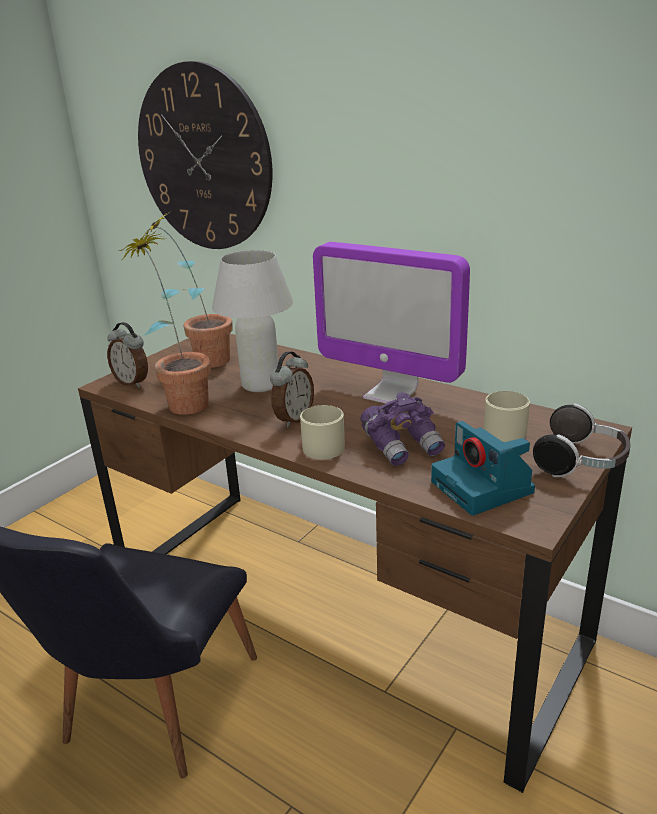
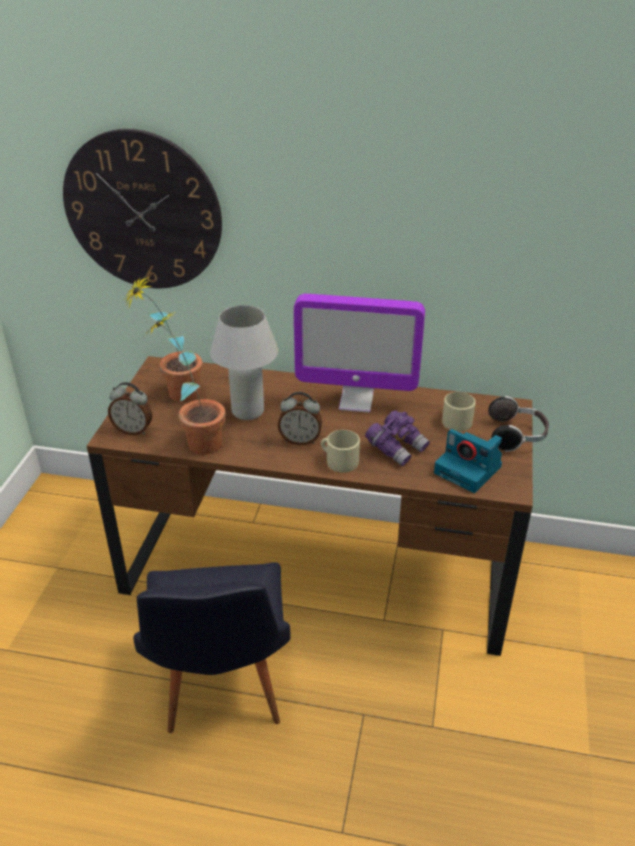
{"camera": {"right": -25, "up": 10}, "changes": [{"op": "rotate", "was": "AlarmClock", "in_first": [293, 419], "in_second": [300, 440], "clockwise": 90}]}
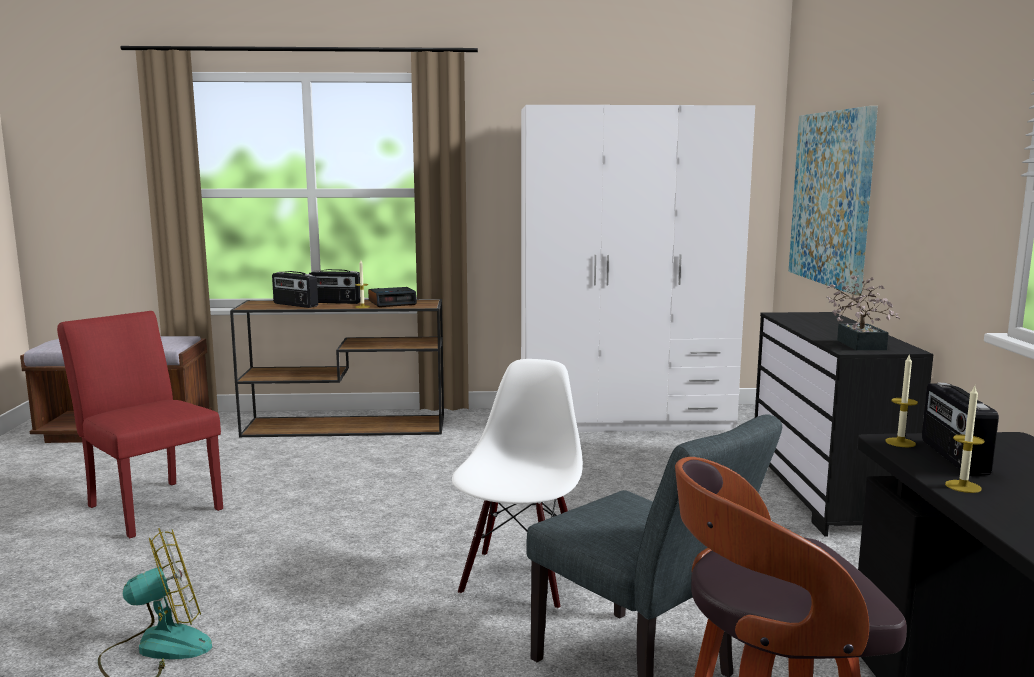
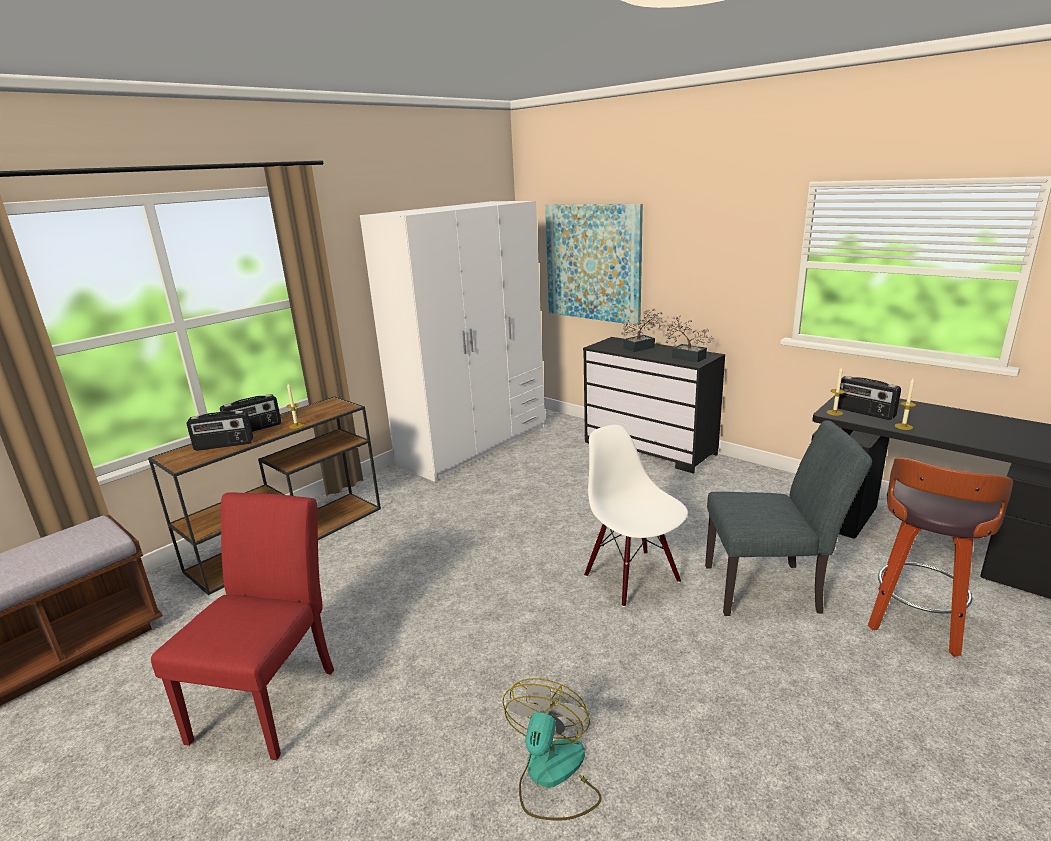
{"camera": {"right": -45, "up": 10}, "changes": [{"op": "delete", "was": "AlarmClock", "in_first": [392, 303]}, {"op": "insert", "now": "PottedPlant", "in_second": [642, 347]}, {"op": "rotate", "was": "RedChair", "in_first": [150, 505], "in_second": [272, 696], "clockwise": 105}]}
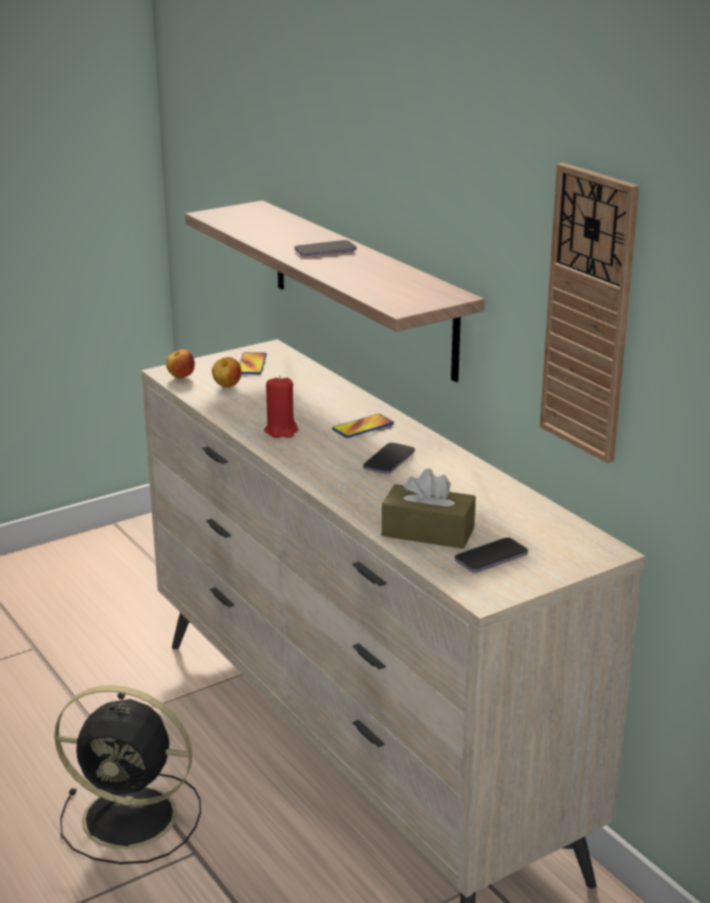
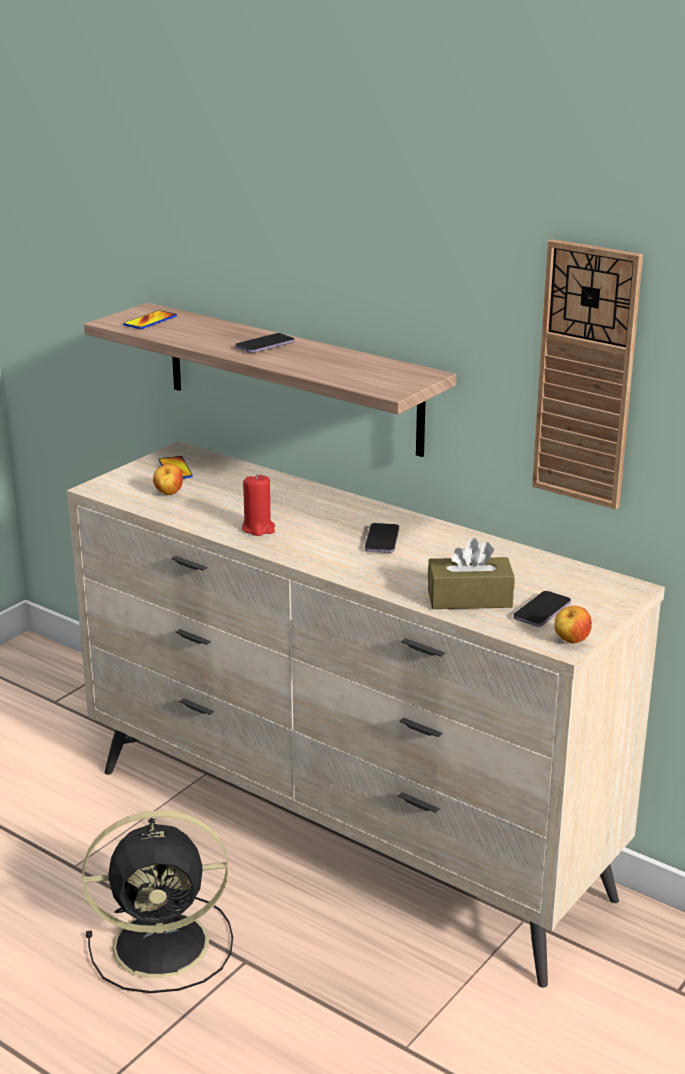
{"camera": {"right": -20, "up": 0}, "changes": [{"op": "move", "was": "Apple", "in_first": [181, 377], "in_second": [571, 641]}, {"op": "move", "was": "Phone", "in_first": [363, 427], "in_second": [150, 321]}]}
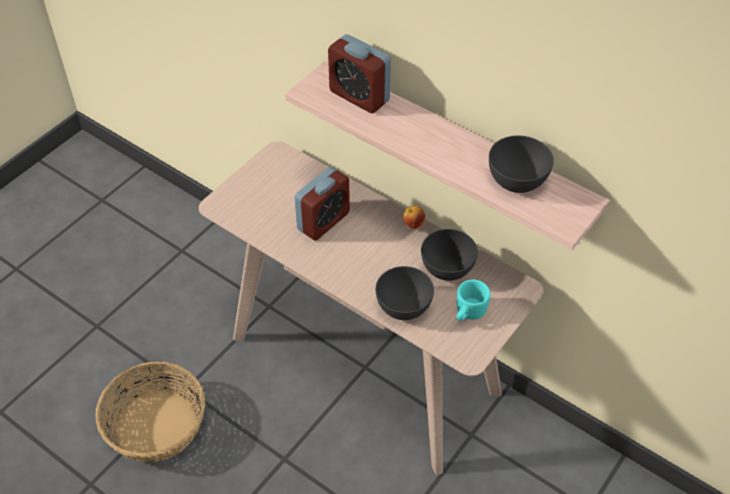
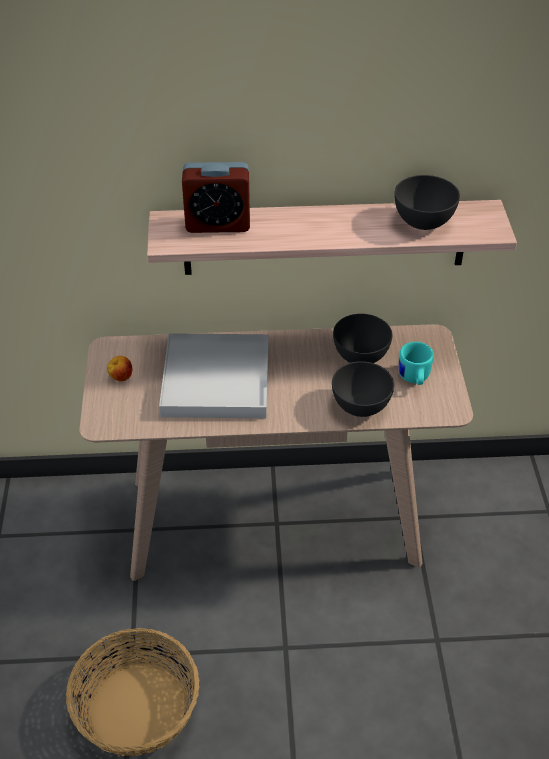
{"camera": {"right": -40, "up": -5}, "changes": [{"op": "move", "was": "Apple", "in_first": [413, 224], "in_second": [121, 377]}, {"op": "replace", "was": "AlarmClock", "now": "WhiteTray", "in_first": [323, 221], "in_second": [216, 380]}]}
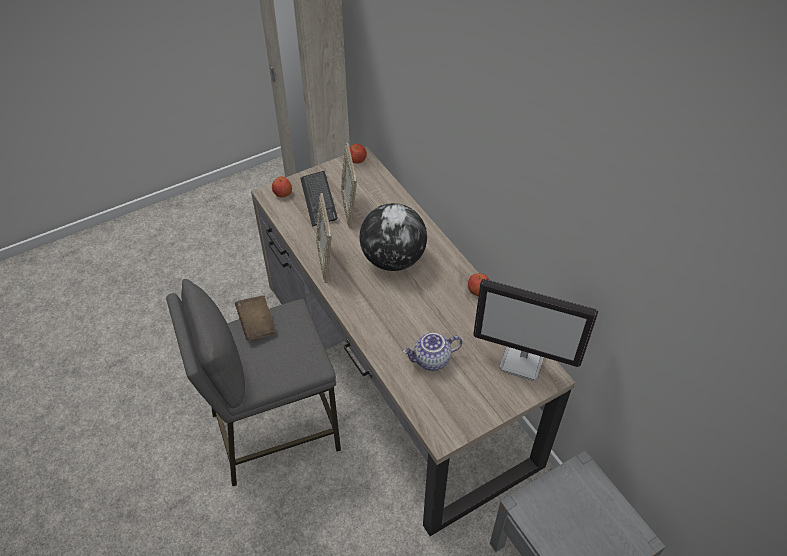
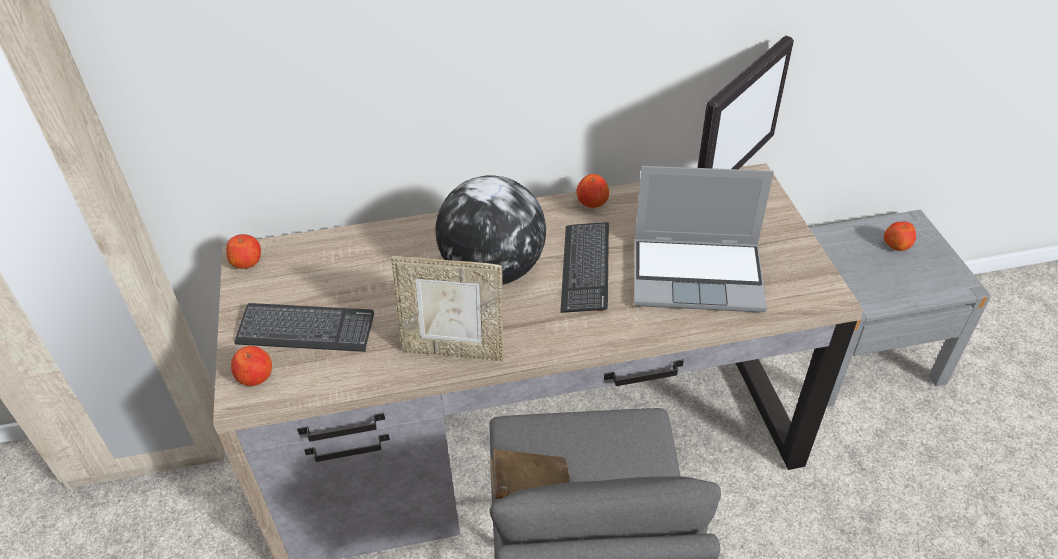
{"camera": {"right": -70, "up": -5}, "changes": [{"op": "delete", "was": "PictureFrame", "in_first": [349, 208]}, {"op": "insert", "now": "Keyboard", "in_second": [585, 268]}, {"op": "insert", "now": "Apple", "in_second": [897, 245]}, {"op": "replace", "was": "Teapot", "now": "Laptop", "in_first": [431, 360], "in_second": [698, 275]}]}
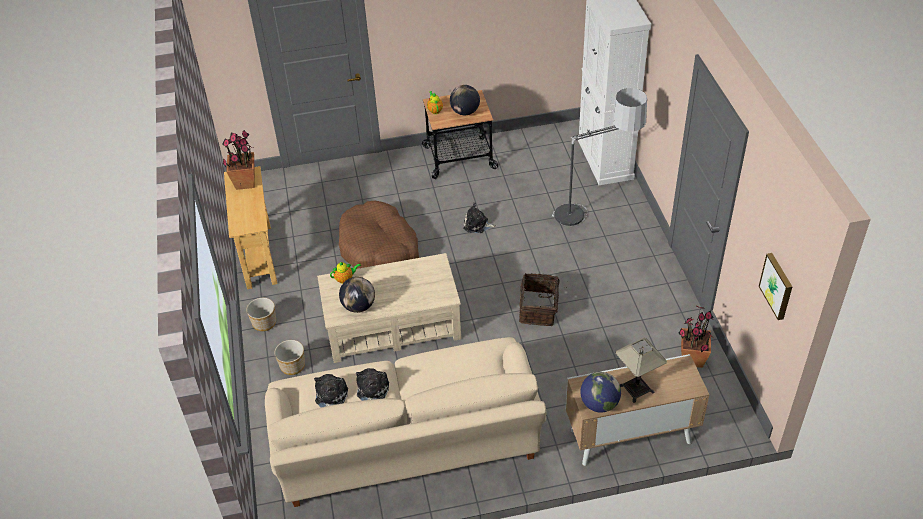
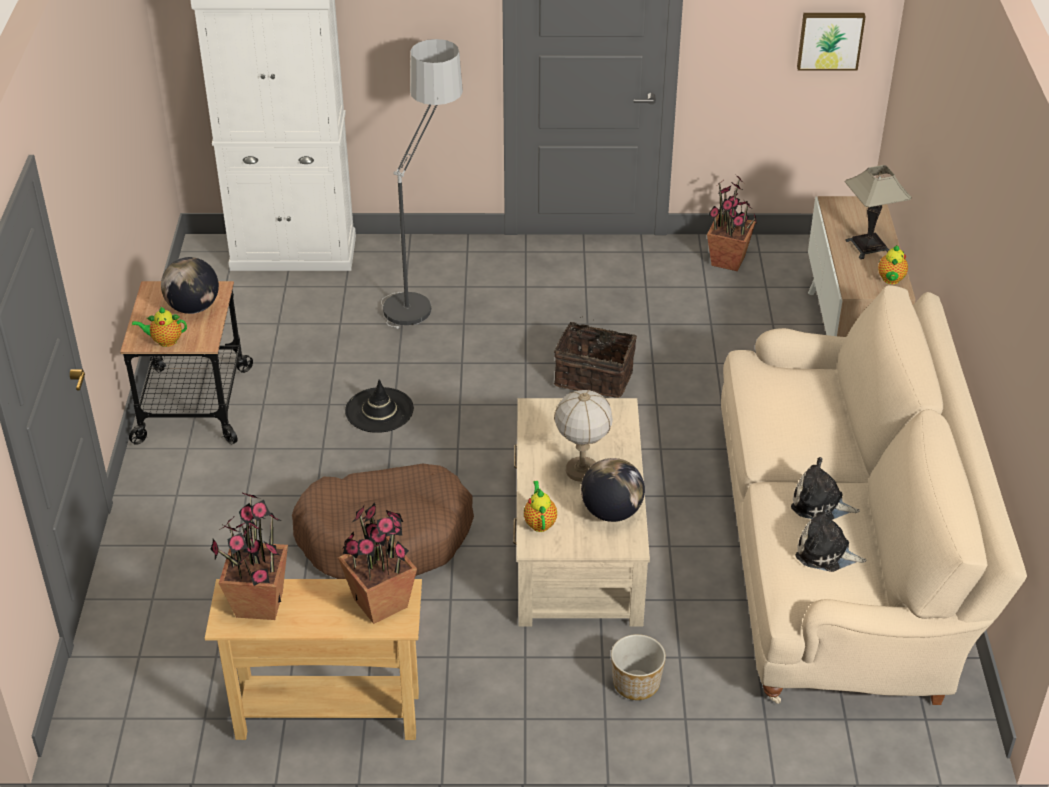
{"camera": {"right": -80, "up": -5}, "changes": [{"op": "delete", "was": "Planter", "in_first": [264, 323]}, {"op": "insert", "now": "PottedPlant", "in_second": [381, 603]}, {"op": "insert", "now": "TableLamp", "in_second": [582, 470]}, {"op": "replace", "was": "PlushToy", "now": "BlackHat", "in_first": [477, 225], "in_second": [379, 410]}, {"op": "replace", "was": "Globe", "now": "Teapot", "in_first": [599, 404], "in_second": [890, 280]}]}
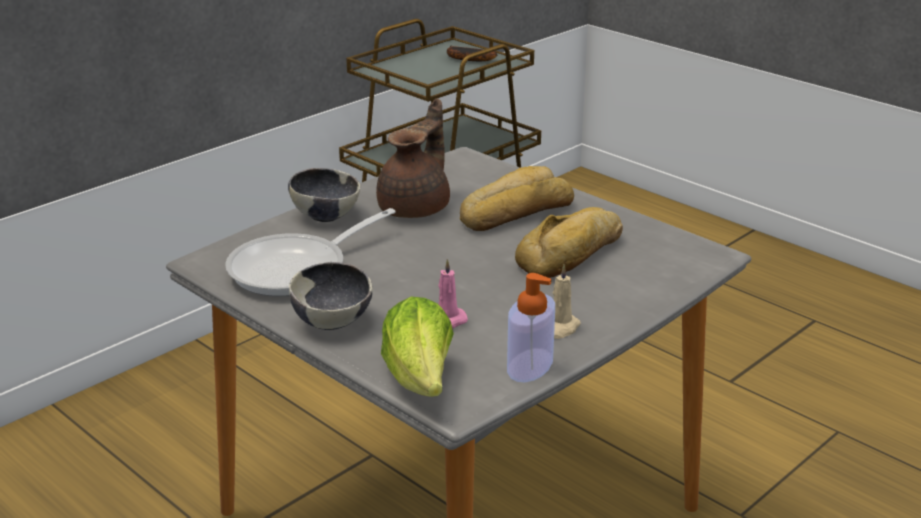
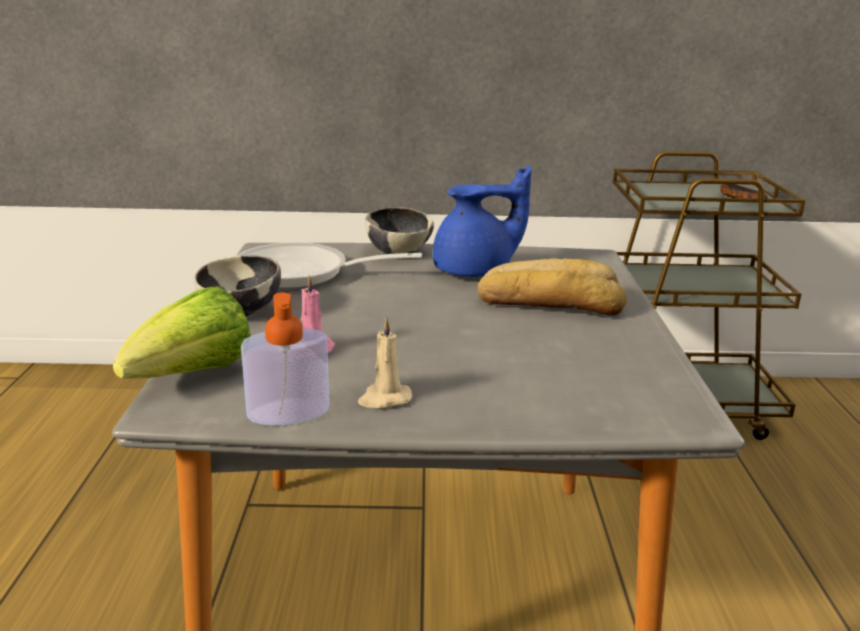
{"camera": {"right": 45, "up": -5}, "changes": [{"op": "delete", "was": "Bread", "in_first": [573, 254]}, {"op": "recolor", "was": "BrownTeapot", "now": "BlueTeapot", "in_first": [416, 208], "in_second": [475, 271]}]}
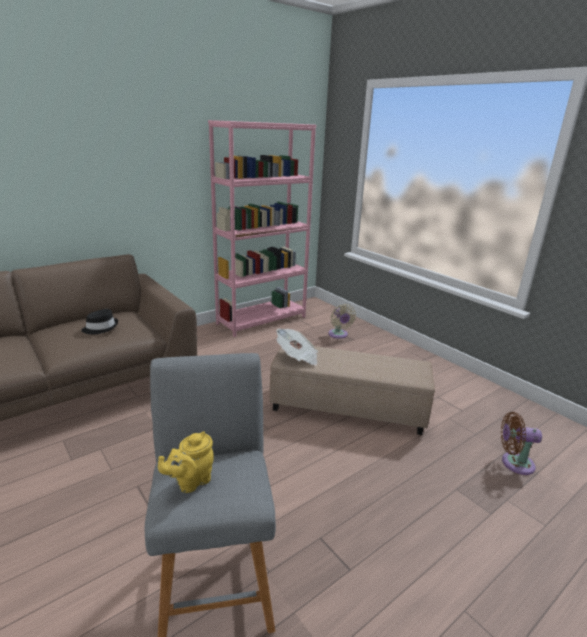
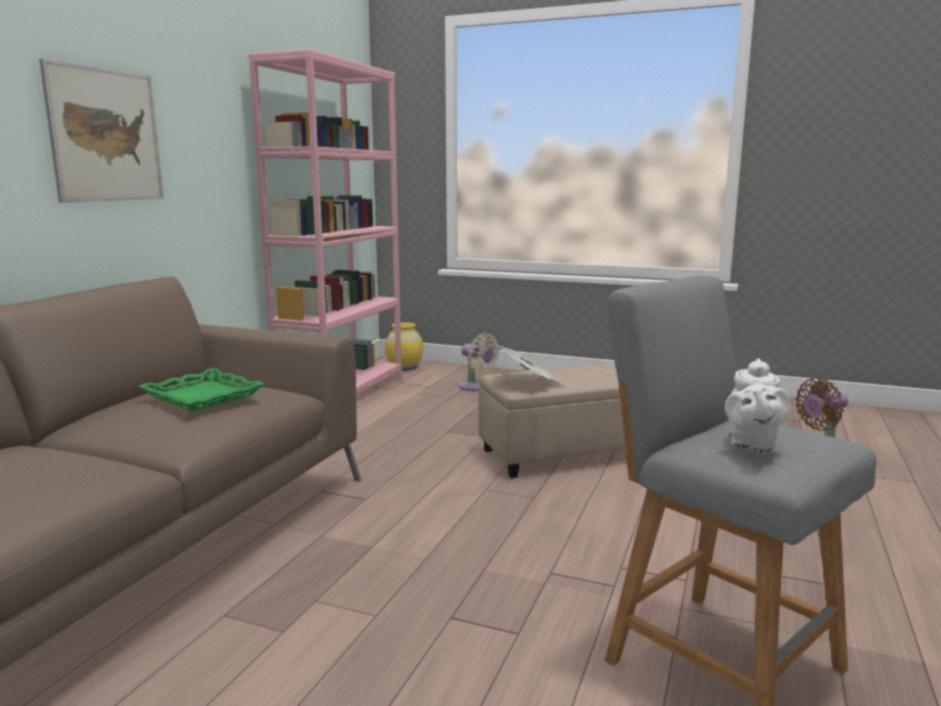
{"camera": {"right": -30, "up": -10}, "changes": [{"op": "insert", "now": "Picture", "in_second": [106, 135]}, {"op": "insert", "now": "YellowVase", "in_second": [404, 367]}, {"op": "replace", "was": "BlackHat", "now": "GreenTray", "in_first": [101, 328], "in_second": [202, 396]}, {"op": "recolor", "was": "YellowTeapot", "now": "WhiteTeapot", "in_first": [190, 481], "in_second": [751, 445]}]}
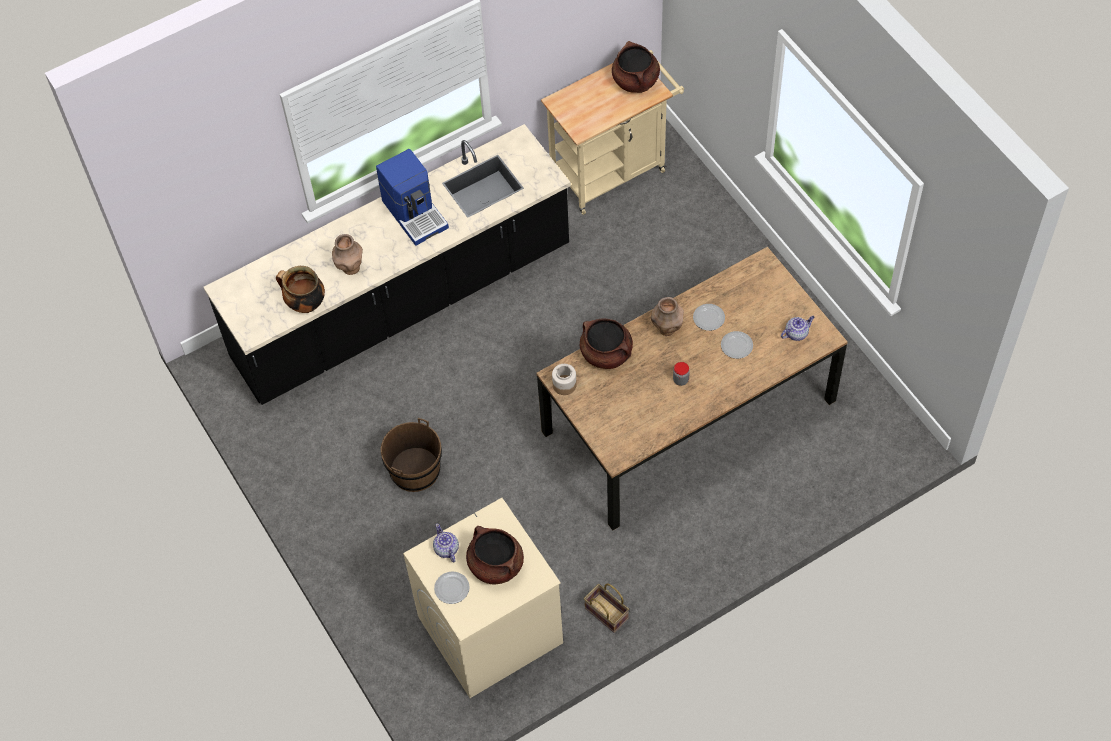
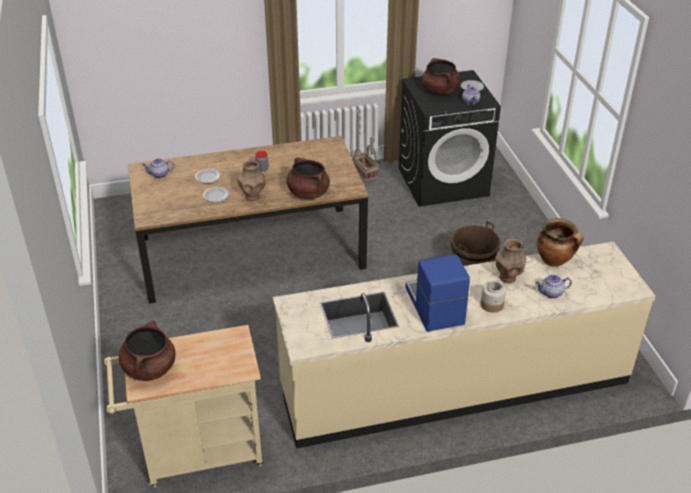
{"camera": {"right": -165, "up": -20}, "changes": [{"op": "insert", "now": "Teapot", "in_second": [551, 293]}, {"op": "move", "was": "Jar", "in_first": [564, 385], "in_second": [492, 305]}, {"op": "recolor", "was": "BlackCounter", "now": "BeigeCounter", "in_first": [402, 304], "in_second": [454, 384]}, {"op": "recolor", "was": "BeigeWashingMachine", "now": "BlackWashingMachine", "in_first": [489, 631], "in_second": [443, 181]}]}
